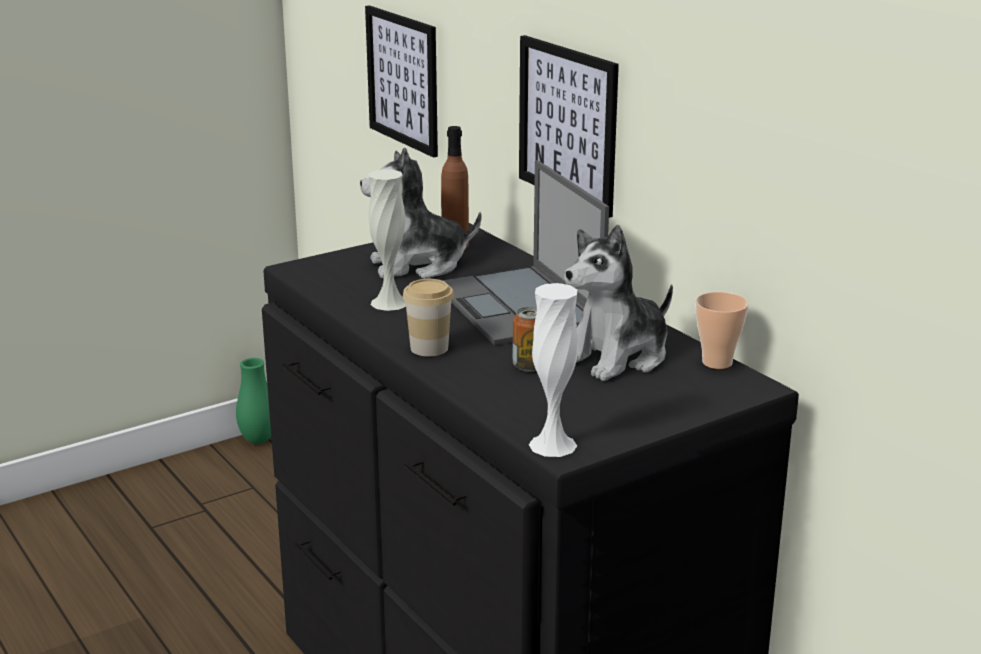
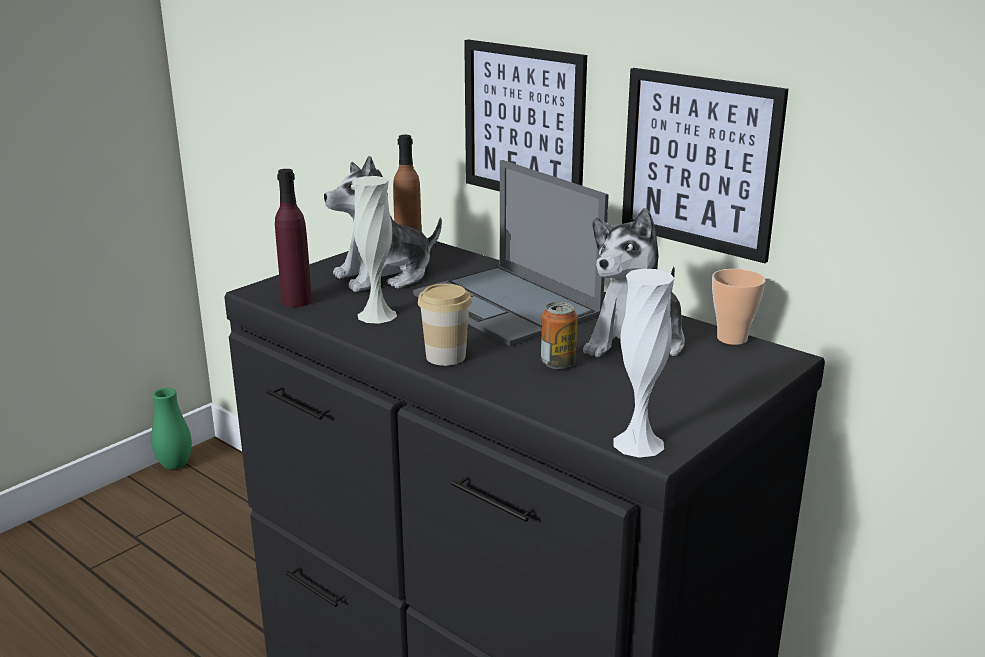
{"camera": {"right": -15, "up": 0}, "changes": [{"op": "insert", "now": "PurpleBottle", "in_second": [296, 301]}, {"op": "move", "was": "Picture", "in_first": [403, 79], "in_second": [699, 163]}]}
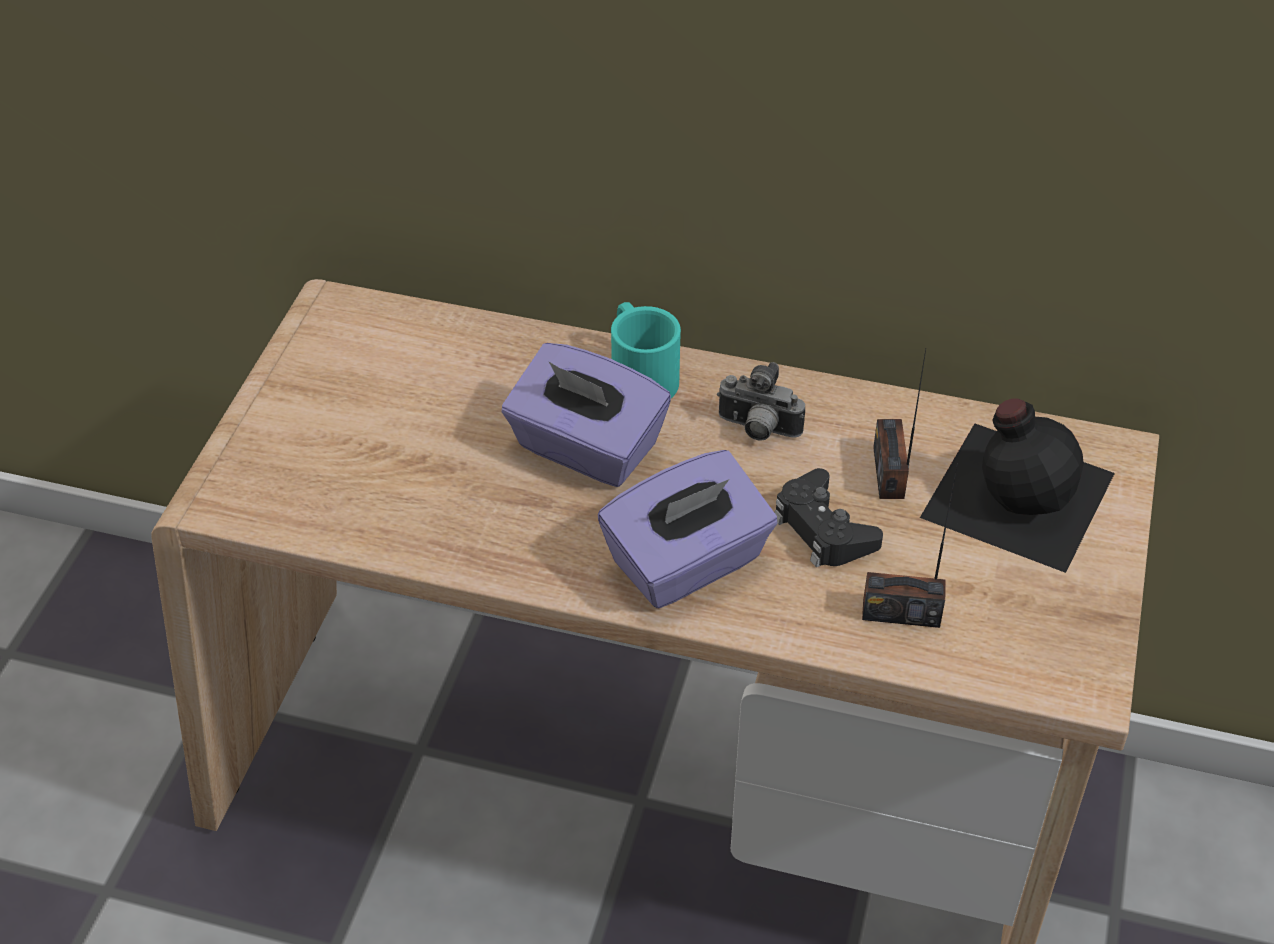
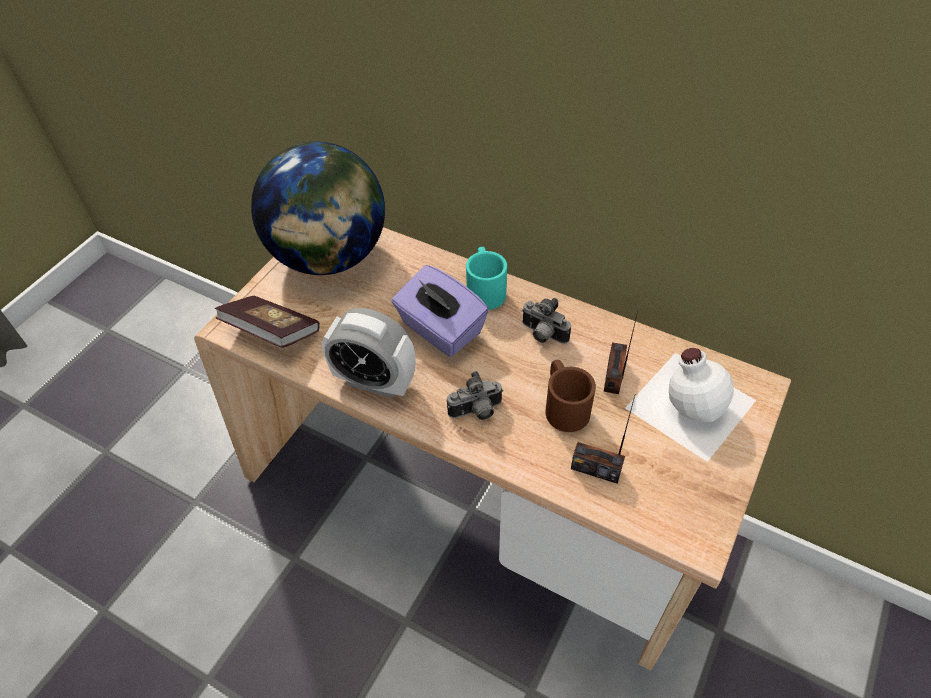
{"camera": {"right": 15, "up": 5}, "changes": [{"op": "insert", "now": "Book", "in_second": [272, 333]}, {"op": "insert", "now": "Globe", "in_second": [330, 257]}, {"op": "insert", "now": "AlarmClock", "in_second": [374, 382]}, {"op": "replace", "was": "PurpleTissueBox", "now": "PhotoCamera", "in_first": [687, 563], "in_second": [476, 412]}, {"op": "replace", "was": "BlackGameController", "now": "BrownMug", "in_first": [823, 529], "in_second": [563, 405]}, {"op": "recolor", "was": "BlackBottle", "now": "WhiteBottle", "in_first": [1016, 492], "in_second": [690, 402]}]}
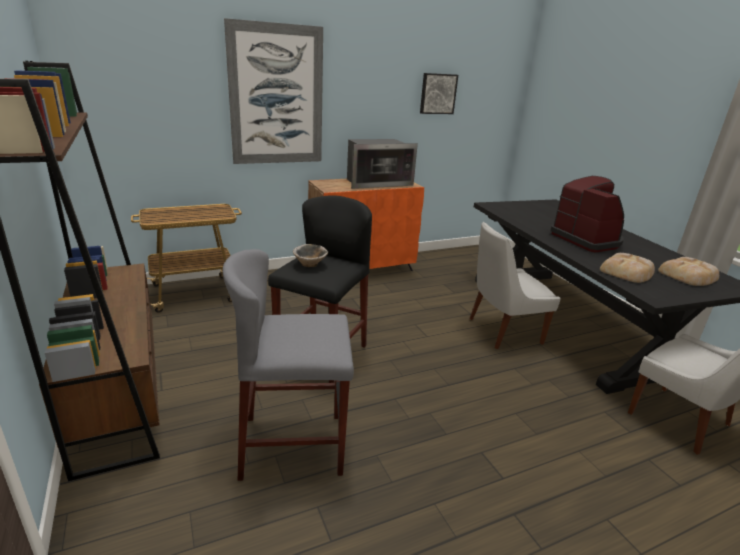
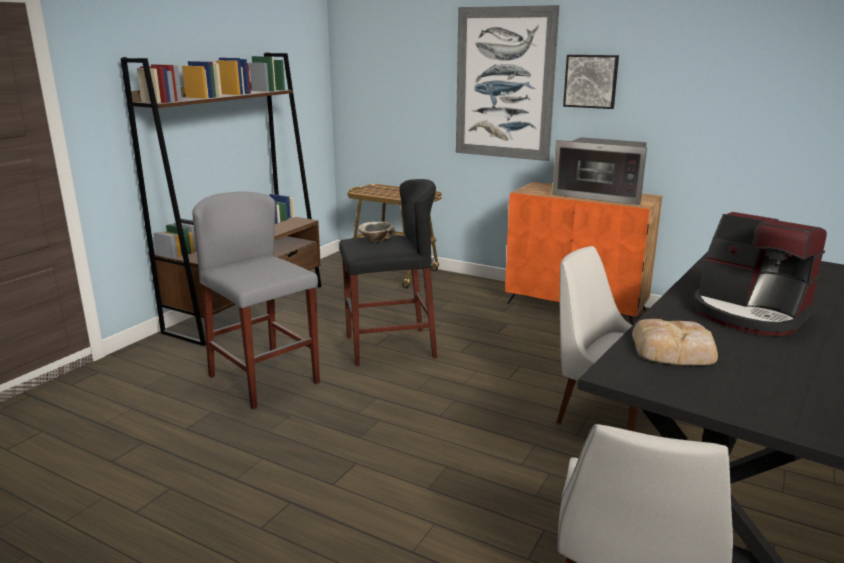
{"camera": {"right": 55, "up": -5}, "changes": [{"op": "delete", "was": "Bread", "in_first": [688, 276]}, {"op": "move", "was": "Picture", "in_first": [437, 93], "in_second": [591, 81]}, {"op": "rotate", "was": "CoffeeMachine", "in_first": [587, 239], "in_second": [750, 314], "clockwise": 105}]}
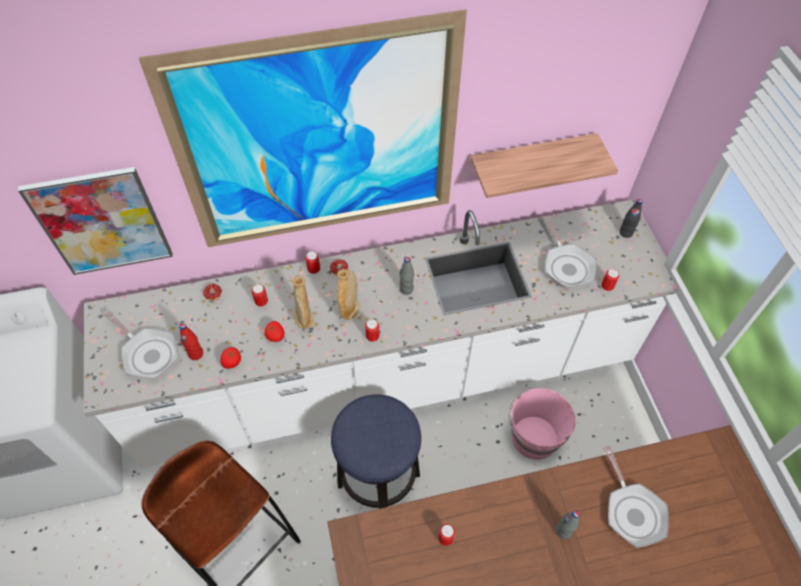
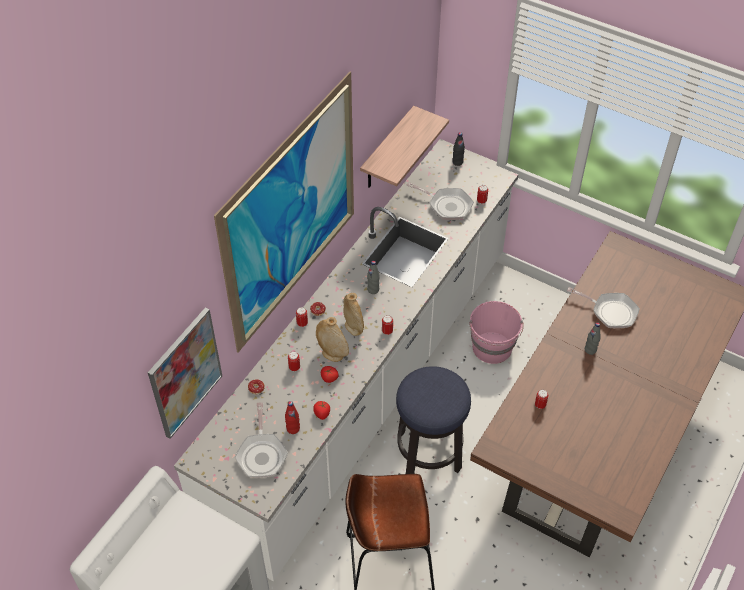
{"camera": {"right": -45, "up": -5}, "changes": [{"op": "rotate", "was": "FryingPan", "in_first": [148, 353], "in_second": [262, 454], "clockwise": 90}]}
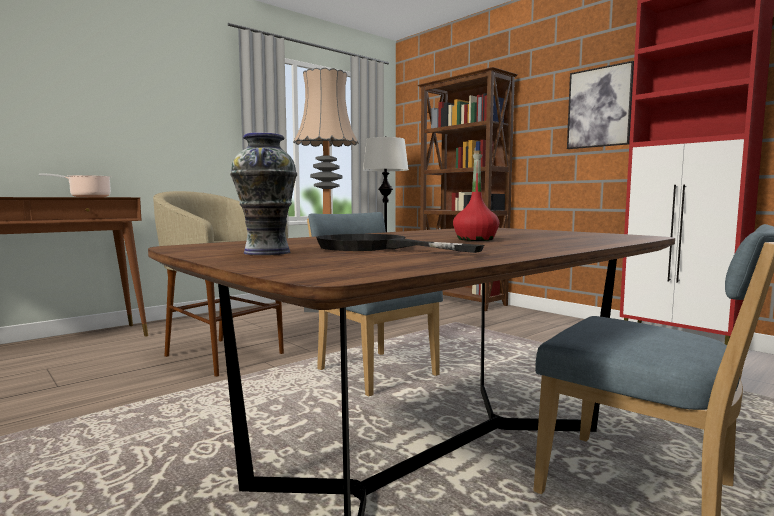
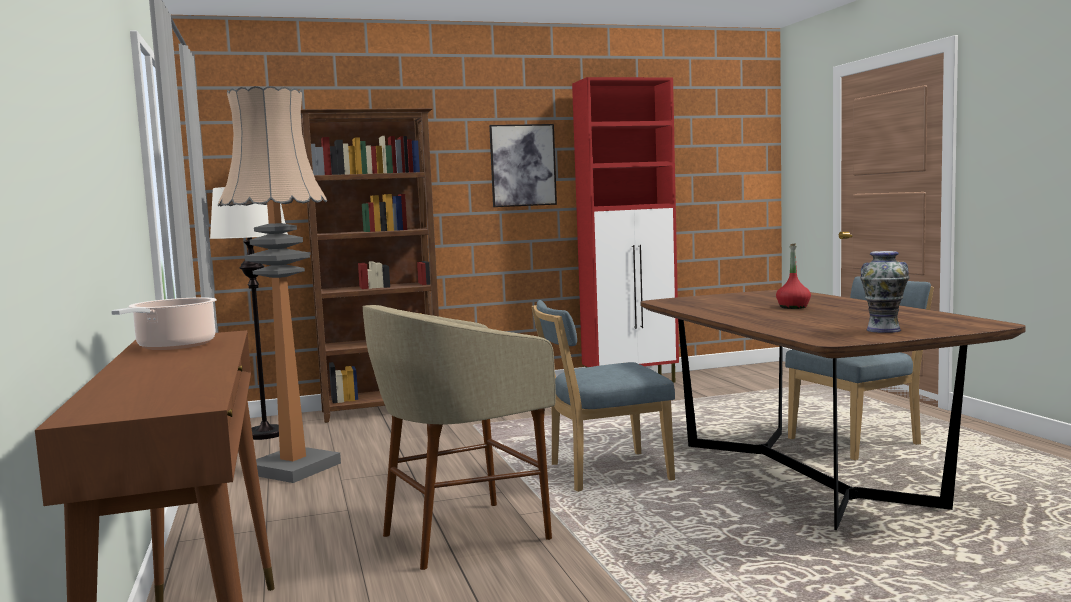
{"camera": {"right": -65, "up": 0}, "changes": [{"op": "delete", "was": "BlackFryingPan", "in_first": [375, 248]}]}
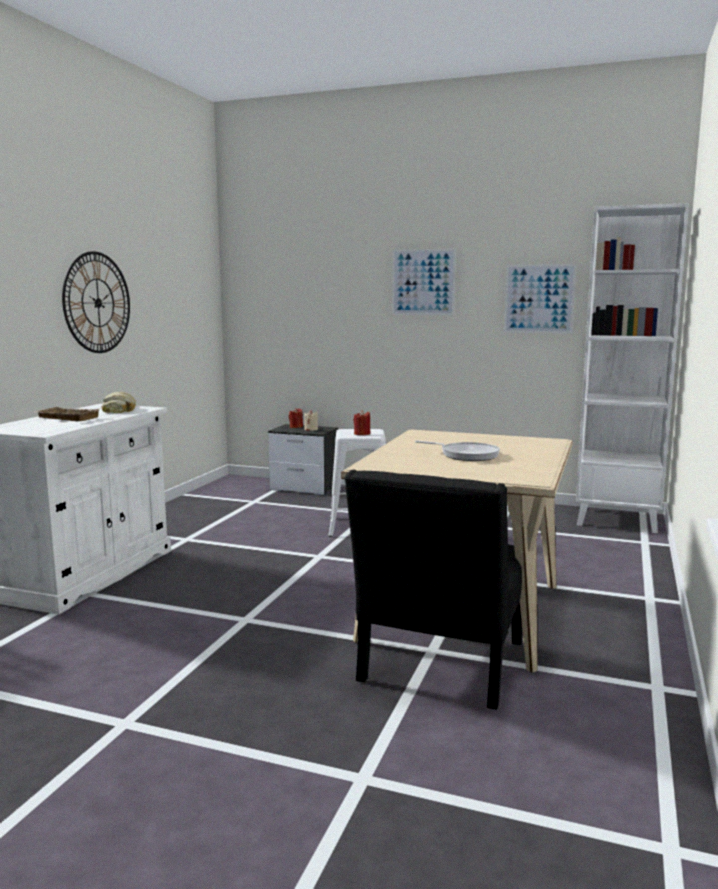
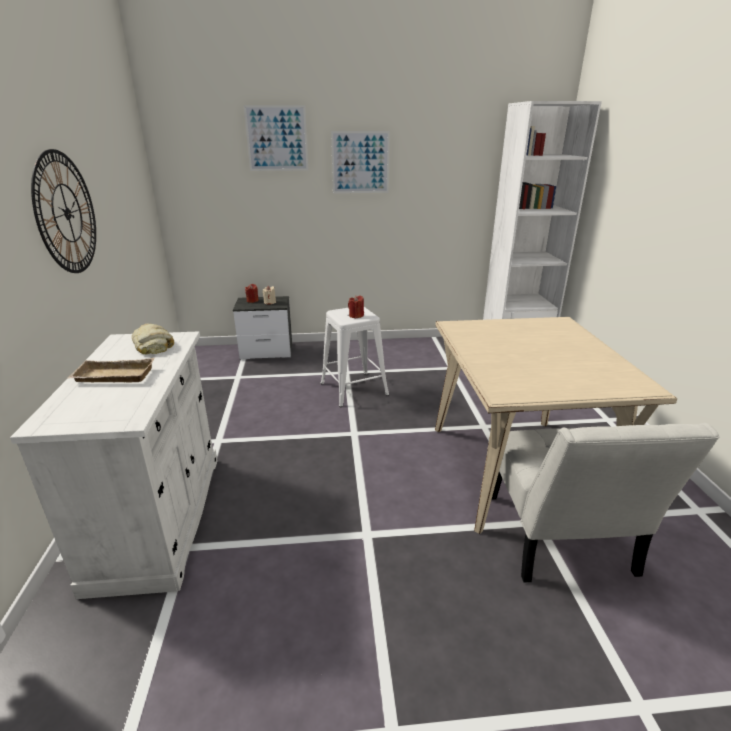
{"camera": {"right": -25, "up": 15}, "changes": [{"op": "delete", "was": "FryingPan", "in_first": [466, 455]}, {"op": "move", "was": "Picture", "in_first": [539, 299], "in_second": [277, 138]}, {"op": "recolor", "was": "BlackChair", "now": "WhiteChair", "in_first": [439, 667], "in_second": [560, 540]}]}
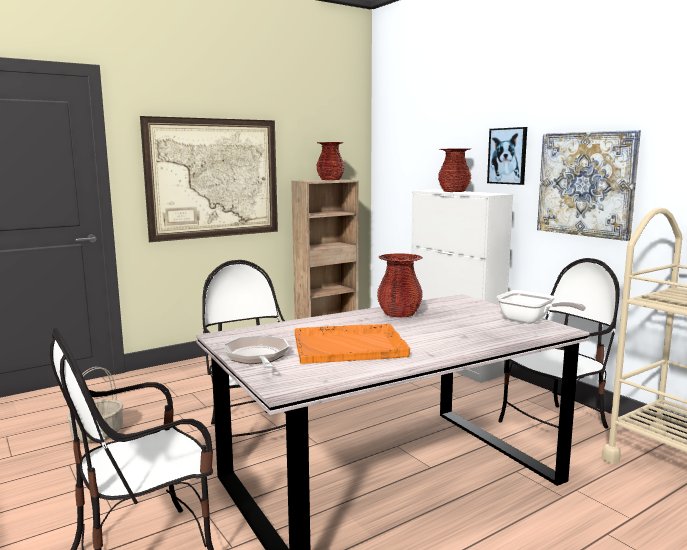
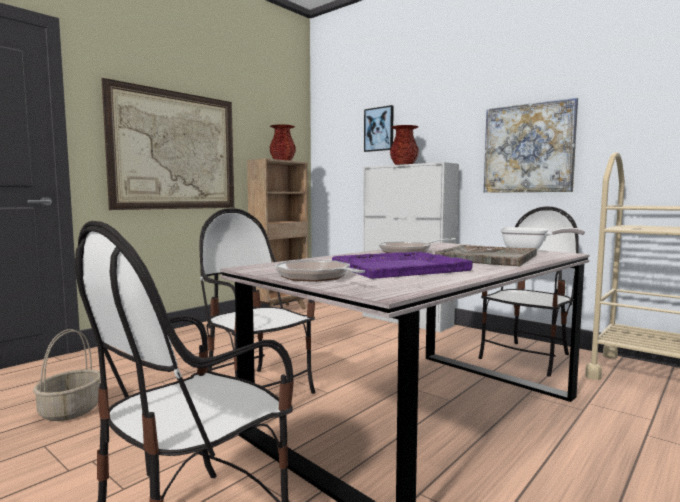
{"camera": {"right": -15, "up": -5}, "changes": [{"op": "insert", "now": "GreyTray", "in_second": [487, 258]}, {"op": "move", "was": "Picture", "in_first": [507, 156], "in_second": [379, 129]}, {"op": "replace", "was": "RedVase", "now": "FryingPan", "in_first": [399, 314], "in_second": [409, 251]}, {"op": "recolor", "was": "OrangeTray", "now": "PurpleTray", "in_first": [350, 346], "in_second": [400, 267]}]}
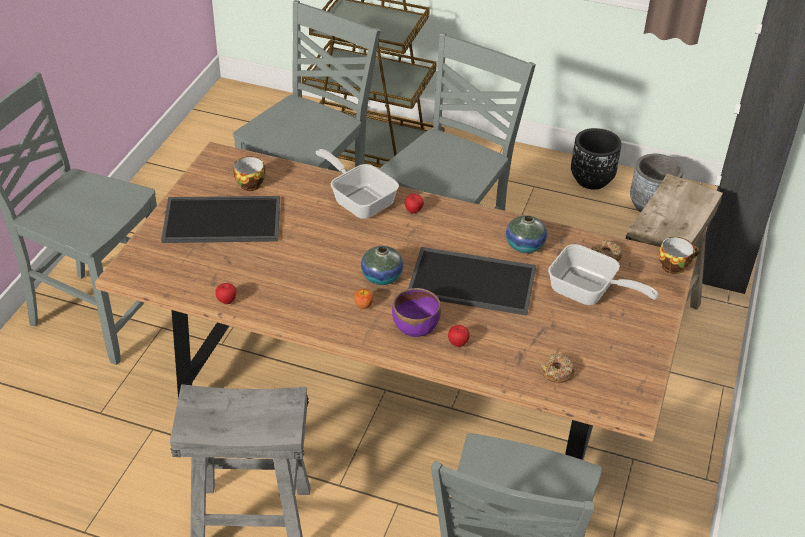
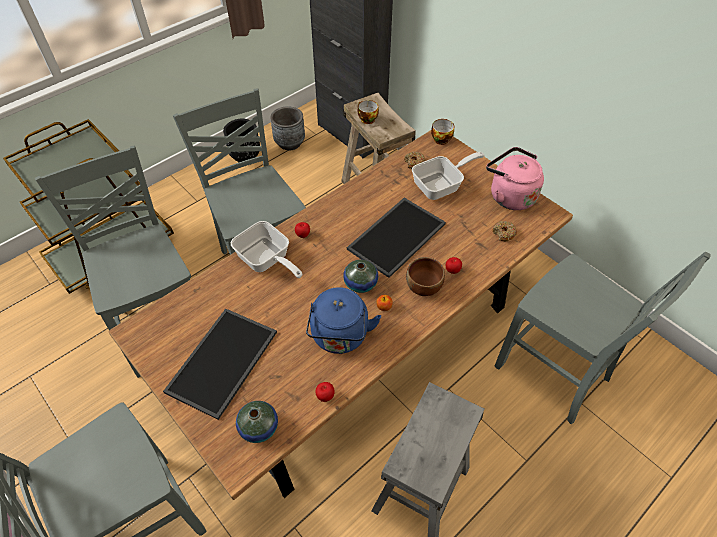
{"camera": {"right": -60, "up": 10}, "changes": [{"op": "insert", "now": "BlueKettle", "in_second": [340, 337]}, {"op": "insert", "now": "PinkKettle", "in_second": [509, 195]}, {"op": "move", "was": "Cup", "in_first": [250, 183], "in_second": [366, 119]}, {"op": "move", "was": "Vase", "in_first": [525, 245], "in_second": [259, 428]}, {"op": "recolor", "was": "PurpleBowl", "now": "BrownBowl", "in_first": [415, 327], "in_second": [424, 287]}, {"op": "rotate", "was": "FryingPan", "in_first": [359, 200], "in_second": [266, 261], "clockwise": -120}]}
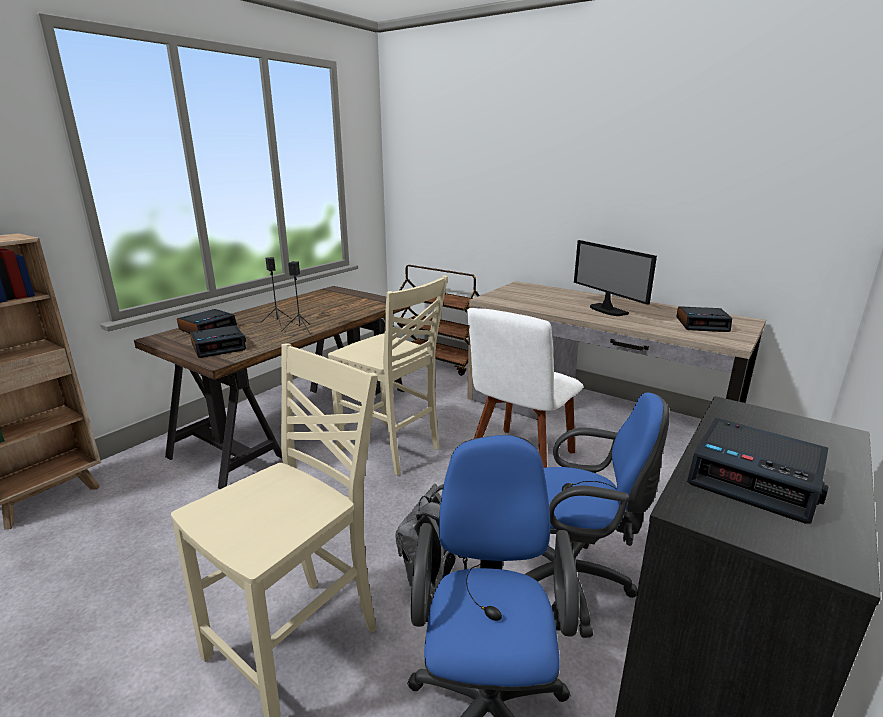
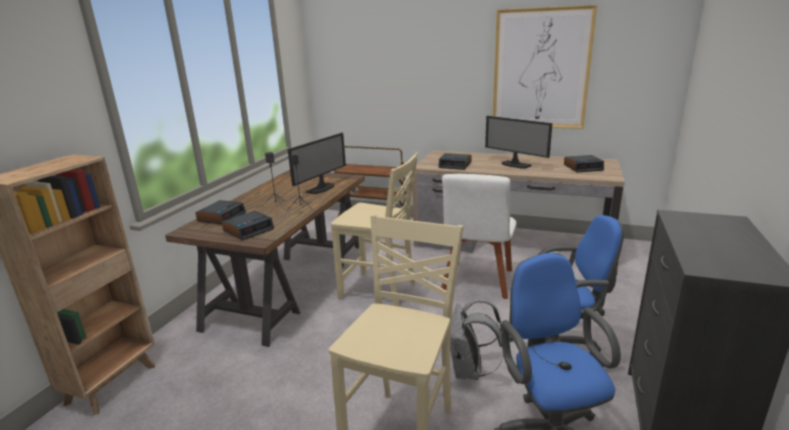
{"camera": {"right": -15, "up": 0}, "changes": [{"op": "insert", "now": "Monitor", "in_second": [321, 189]}, {"op": "insert", "now": "Picture", "in_second": [540, 69]}, {"op": "move", "was": "AlarmClock", "in_first": [756, 479], "in_second": [455, 165]}]}
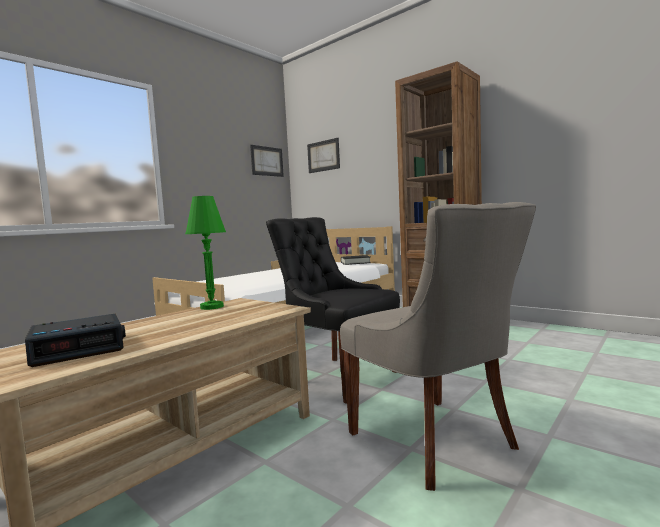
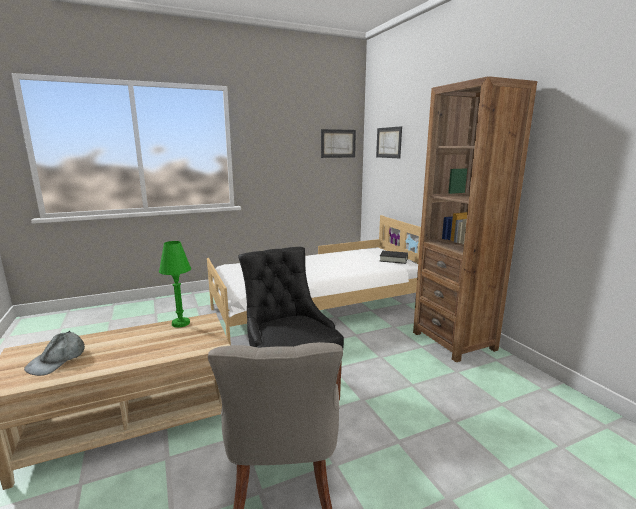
{"camera": {"right": 25, "up": 10}, "changes": [{"op": "replace", "was": "AlarmClock", "now": "GreyCap", "in_first": [79, 349], "in_second": [57, 360]}]}
